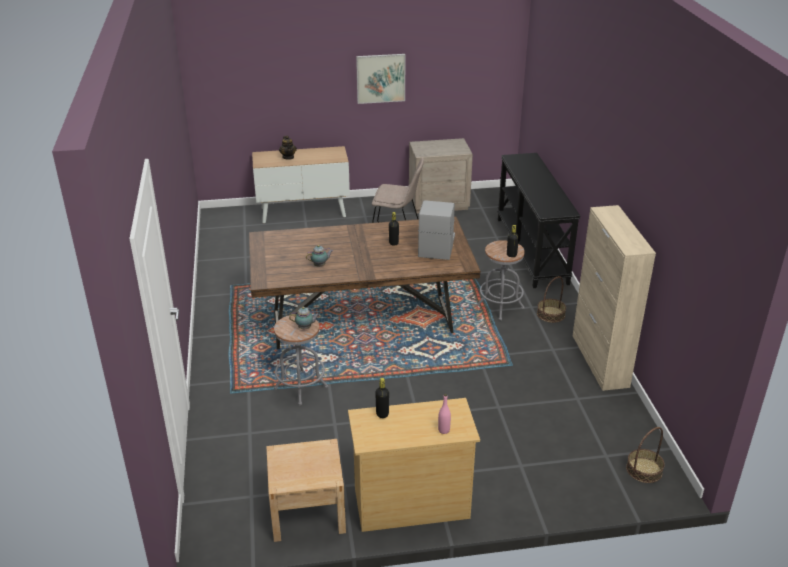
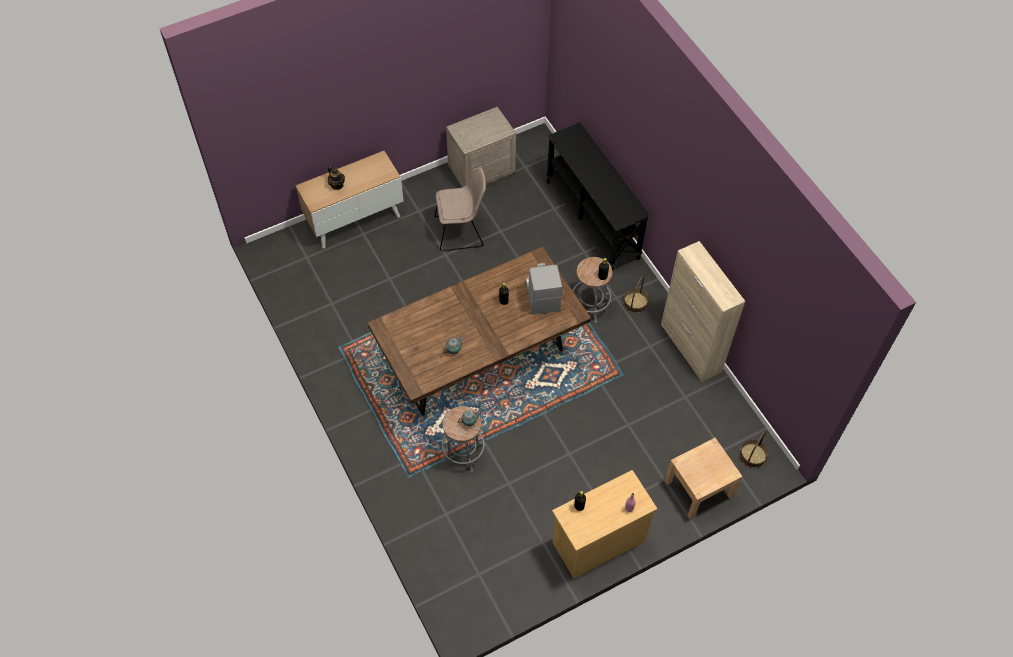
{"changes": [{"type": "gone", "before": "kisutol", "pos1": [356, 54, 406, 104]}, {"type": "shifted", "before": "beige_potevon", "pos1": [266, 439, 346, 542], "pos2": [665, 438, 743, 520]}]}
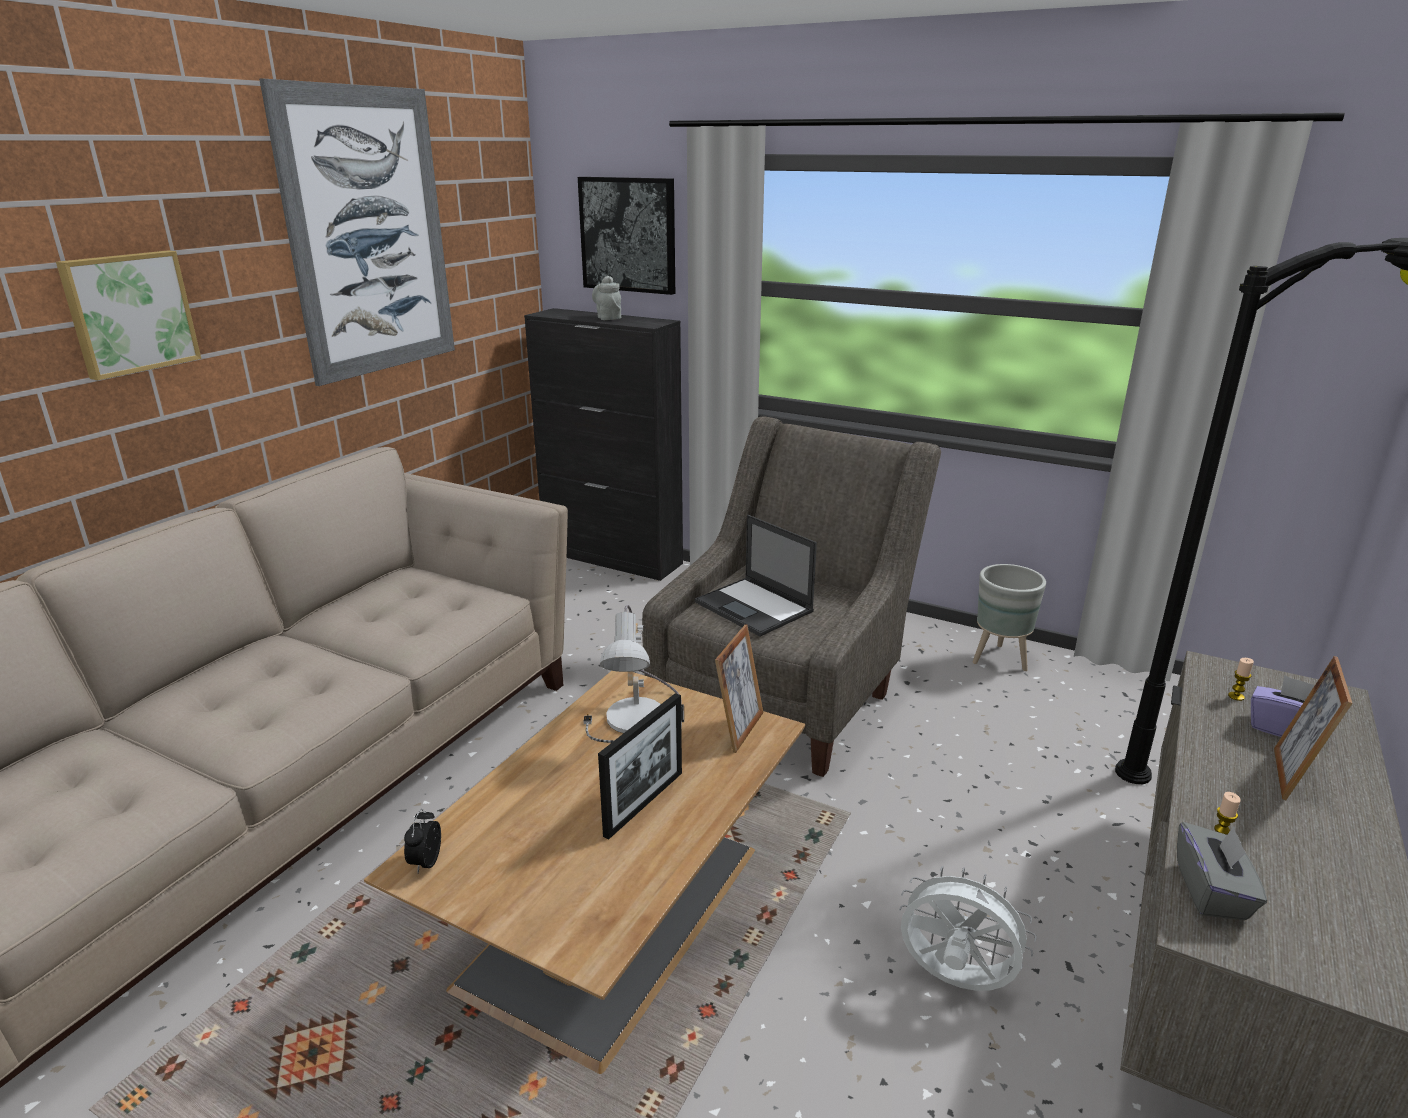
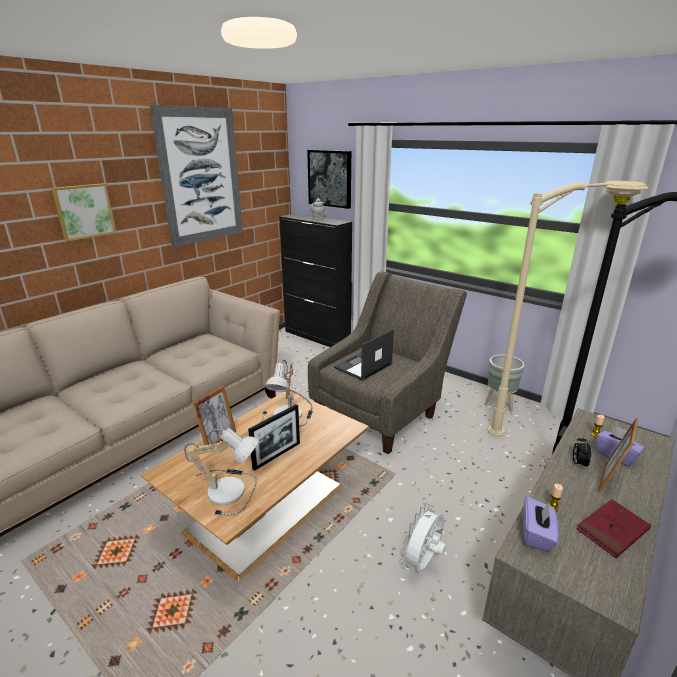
{"changes": [{"type": "new", "after": "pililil", "pos2": [184, 428, 259, 516]}, {"type": "new", "after": "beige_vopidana", "pos2": [488, 181, 648, 437]}, {"type": "new", "after": "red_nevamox", "pos2": [576, 499, 651, 558]}, {"type": "shifted", "before": "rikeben", "pos1": [404, 809, 441, 873], "pos2": [573, 436, 591, 469]}, {"type": "shifted", "before": "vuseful", "pos1": [715, 625, 763, 753], "pos2": [192, 386, 236, 449]}, {"type": "repainted", "before": "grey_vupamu", "after": "purple_vupamu", "pos1": [1177, 822, 1267, 920], "pos2": [523, 496, 559, 552]}, {"type": "rotated", "before": "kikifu", "pos1": [695, 515, 817, 636], "pos2": [334, 329, 394, 381], "turn": 75}, {"type": "rotated", "before": "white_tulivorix", "pos1": [899, 866, 1036, 991], "pos2": [400, 503, 446, 573], "turn": -90}]}
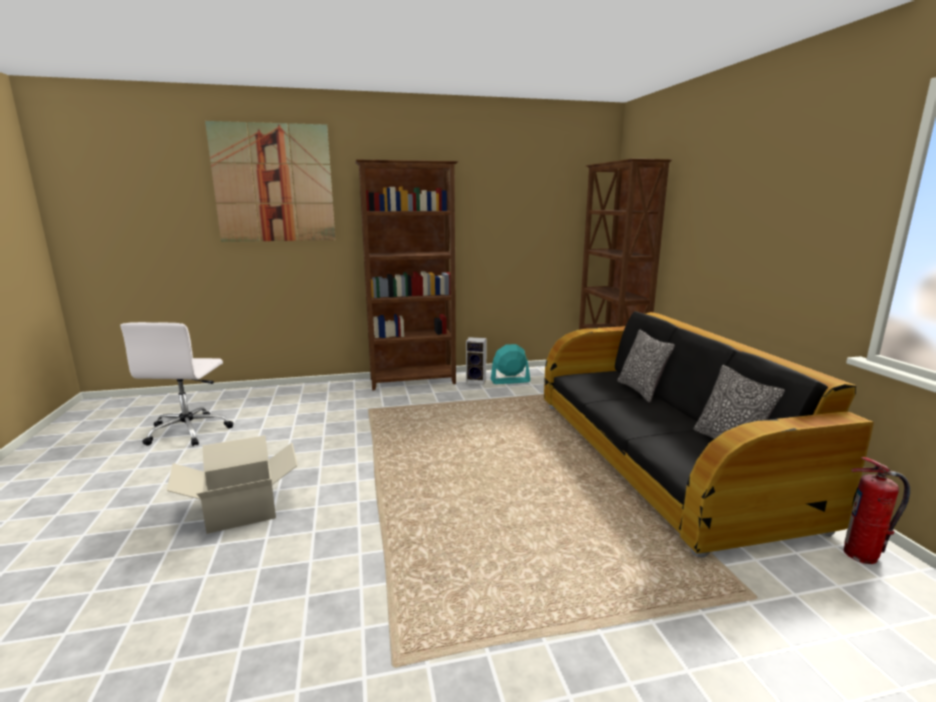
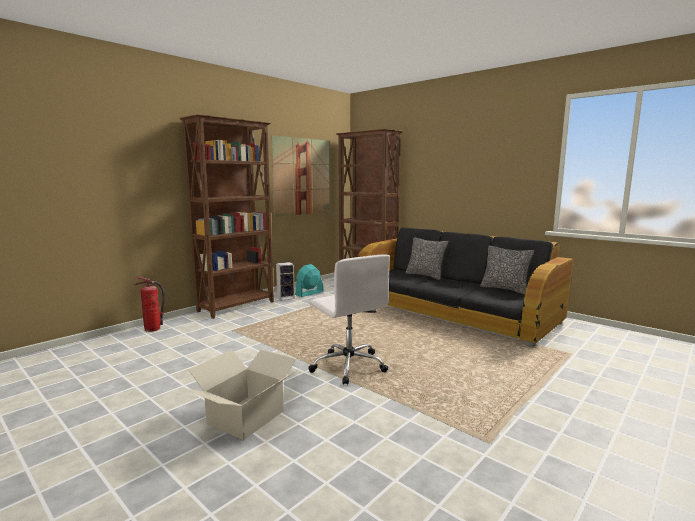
{"changes": [{"type": "shifted", "before": "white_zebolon", "pos1": [120, 322, 233, 446], "pos2": [308, 254, 390, 385]}, {"type": "shifted", "before": "kisutol", "pos1": [205, 121, 335, 242], "pos2": [271, 136, 329, 217]}, {"type": "shifted", "before": "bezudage", "pos1": [844, 457, 910, 564], "pos2": [134, 277, 165, 332]}]}
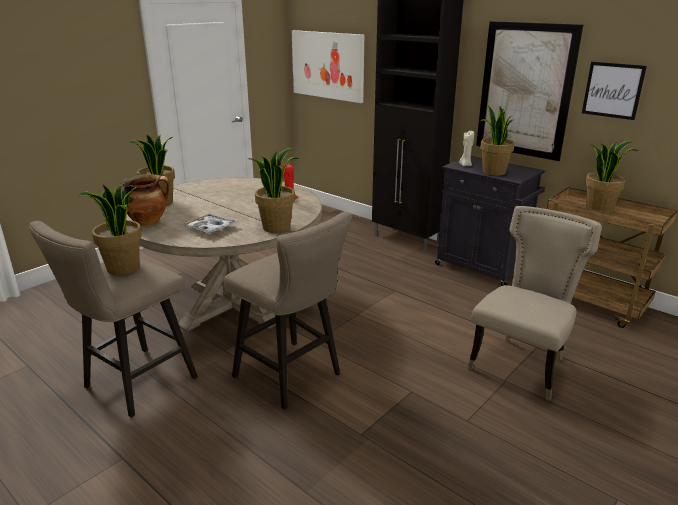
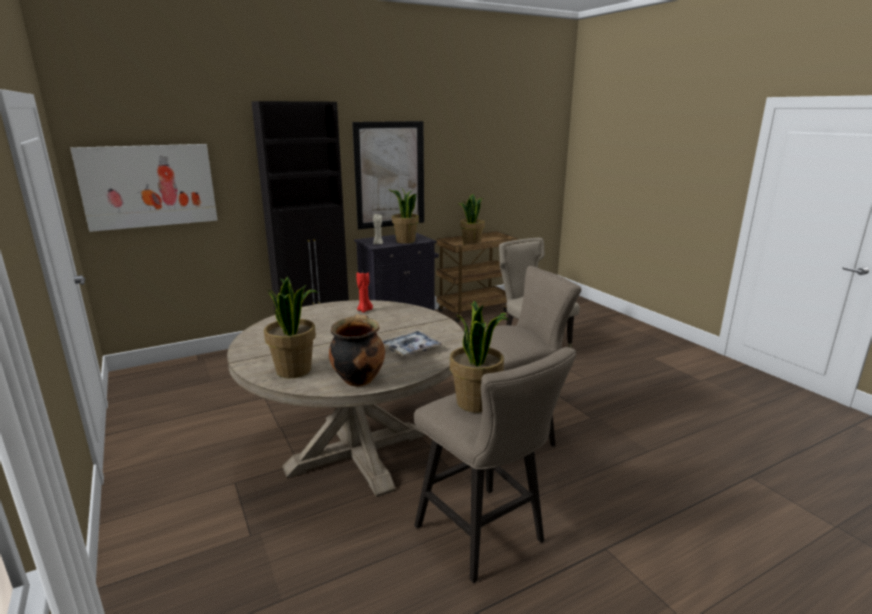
{"changes": [{"type": "gone", "before": "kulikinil", "pos1": [248, 148, 300, 233]}, {"type": "gone", "before": "kisutol", "pos1": [582, 62, 647, 120]}]}
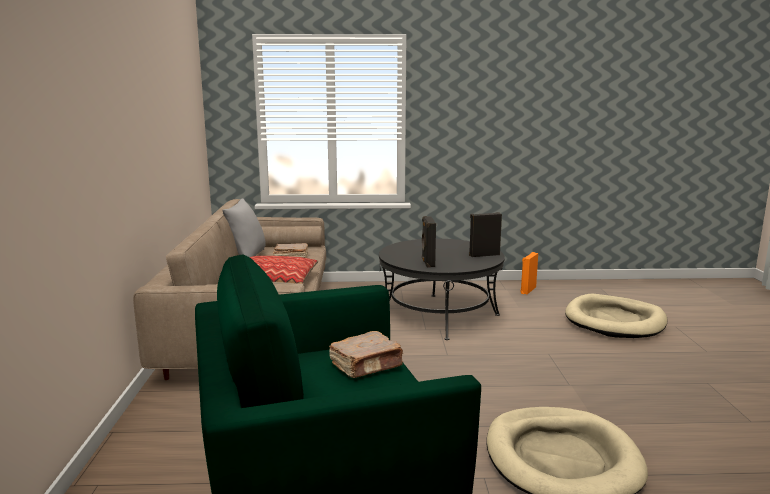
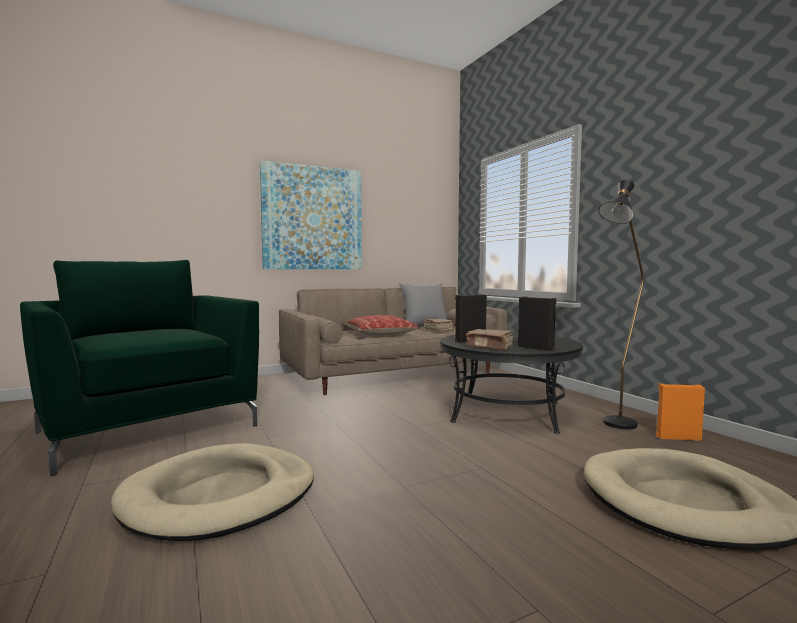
{"changes": [{"type": "new", "after": "kisutol", "pos2": [260, 160, 362, 269]}, {"type": "new", "after": "black_vopidana", "pos2": [599, 179, 644, 429]}, {"type": "shifted", "before": "brown_nevamox", "pos1": [329, 331, 404, 378], "pos2": [466, 329, 514, 351]}]}
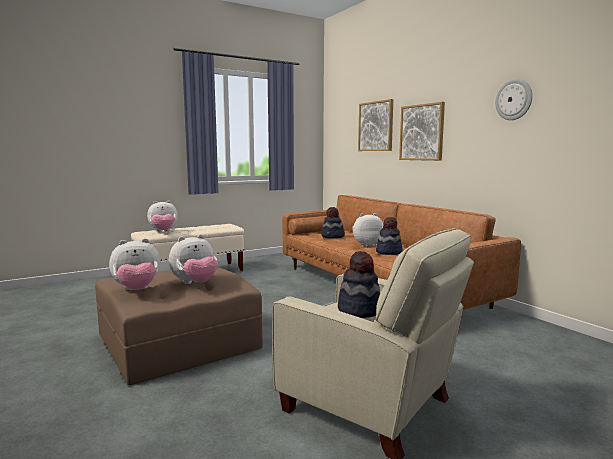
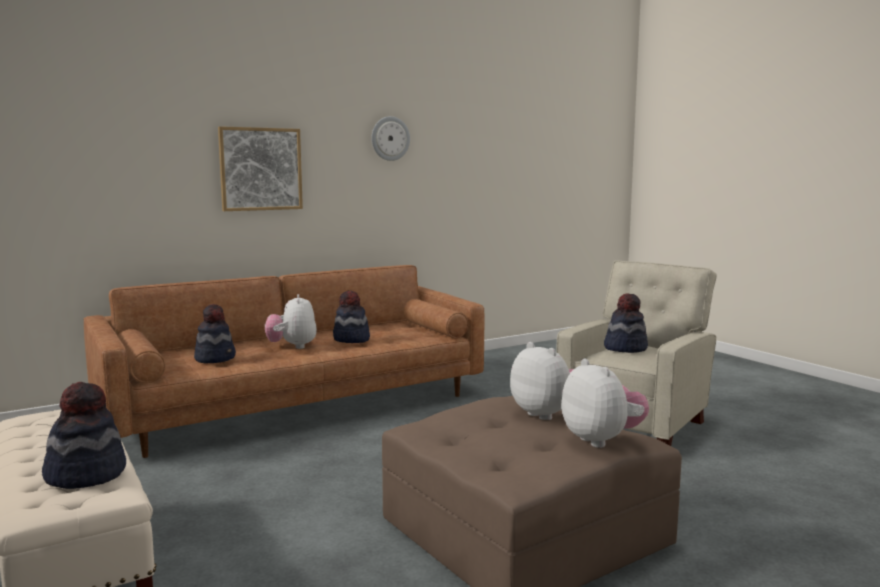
{"changes": [{"type": "gone", "before": "kisutol", "pos1": [358, 99, 393, 151]}, {"type": "swapped", "before": "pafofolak", "after": "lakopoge", "pos1": [147, 200, 178, 232], "pos2": [42, 382, 126, 489]}]}
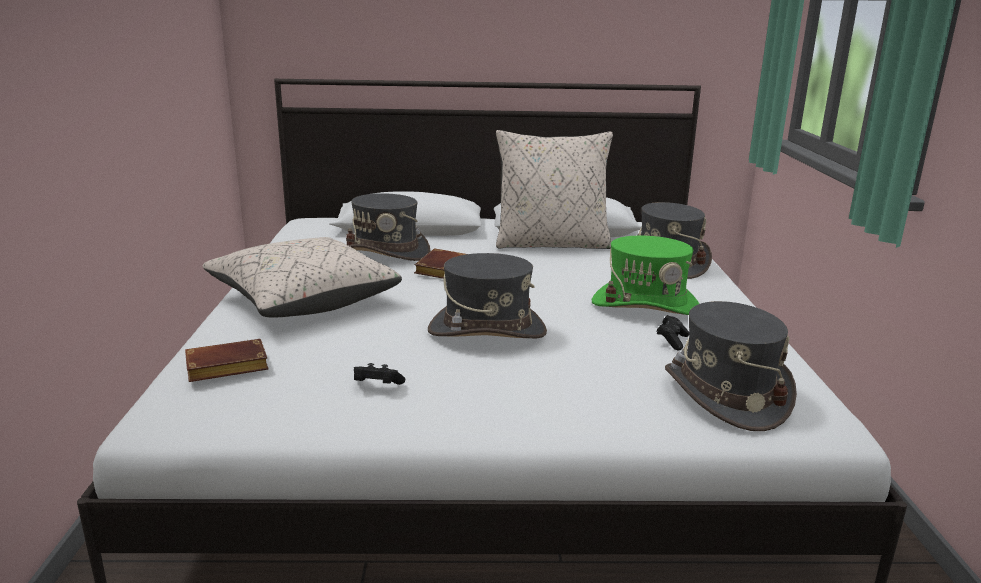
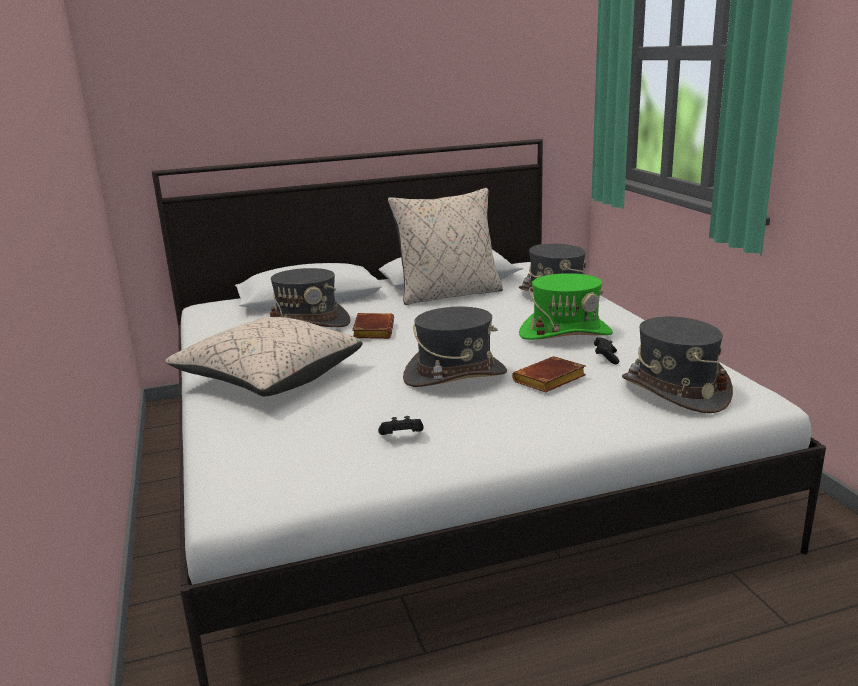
{"changes": [{"type": "shifted", "before": "brown_nevamox", "pos1": [185, 339, 269, 382], "pos2": [512, 356, 586, 392]}]}
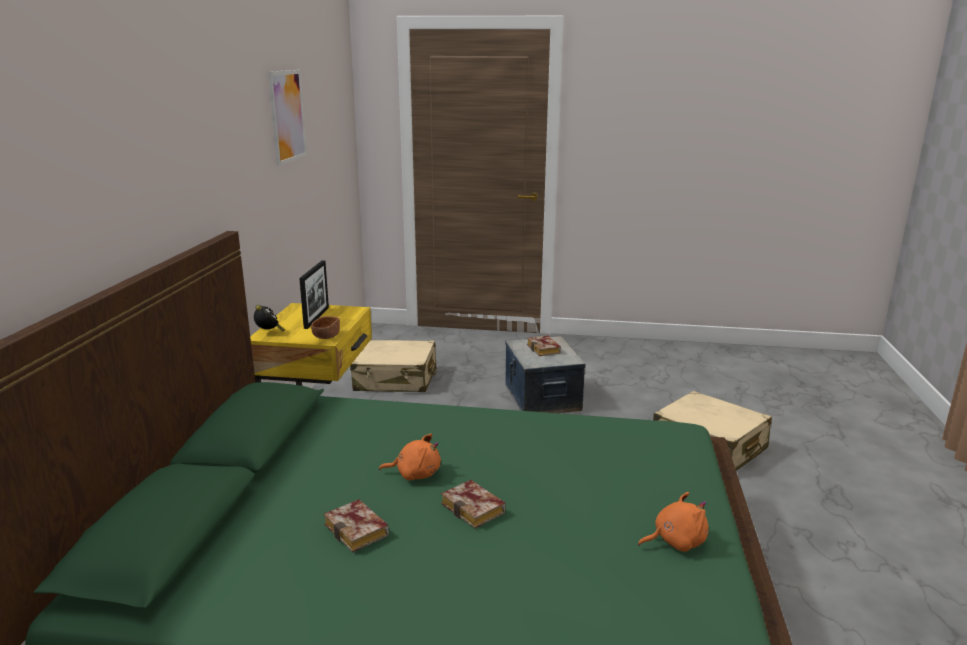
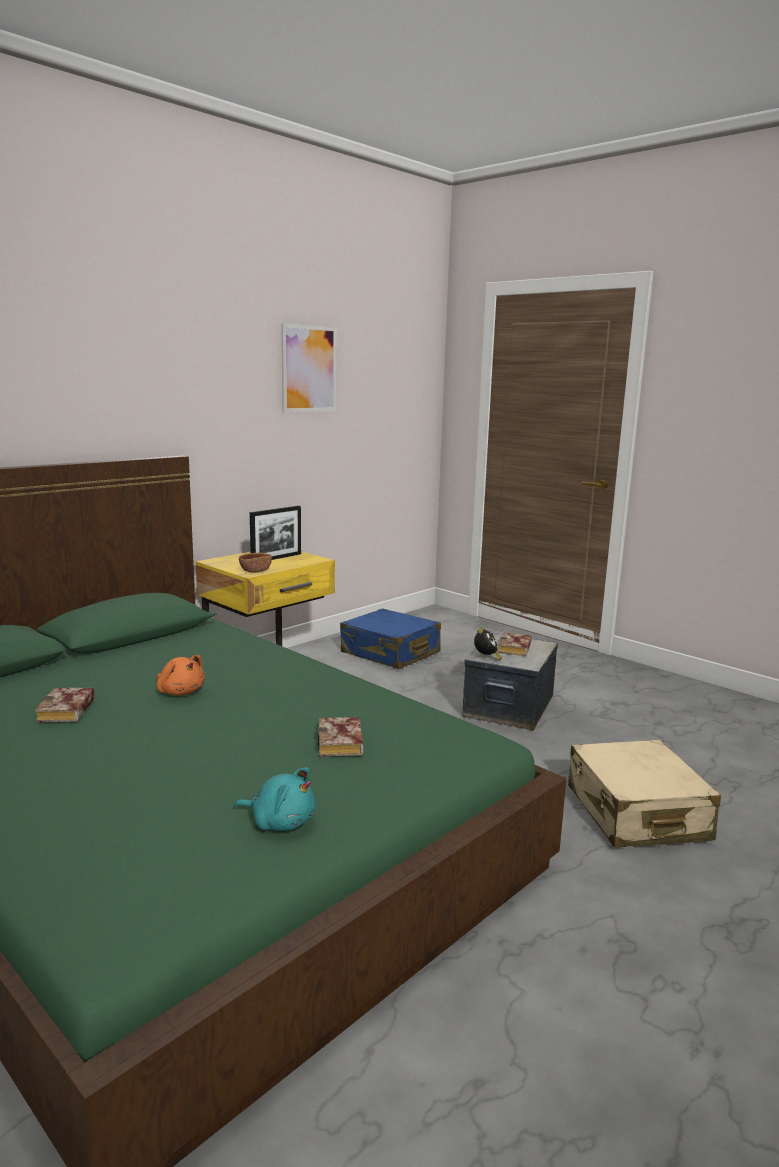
{"changes": [{"type": "shifted", "before": "rikeben", "pos1": [254, 305, 285, 332], "pos2": [474, 628, 502, 660]}, {"type": "shifted", "before": "nevamox", "pos1": [441, 480, 505, 529], "pos2": [318, 717, 364, 757]}, {"type": "repainted", "before": "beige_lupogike", "after": "blue_lupogike", "pos1": [350, 340, 437, 392], "pos2": [340, 609, 441, 669]}, {"type": "repainted", "before": "orange_pafofolak", "after": "turquoise_pafofolak", "pos1": [638, 492, 709, 552], "pos2": [234, 767, 316, 831]}]}
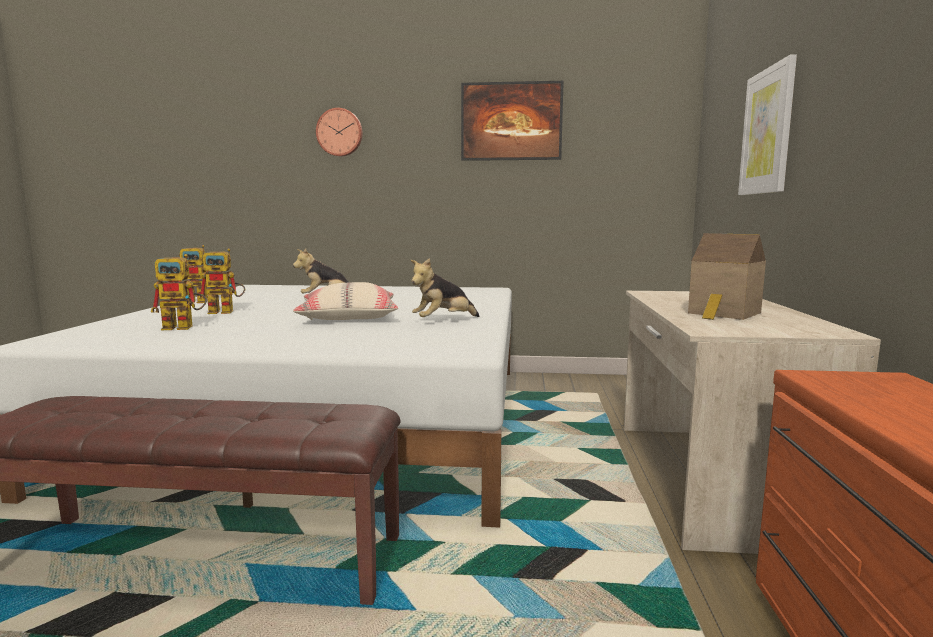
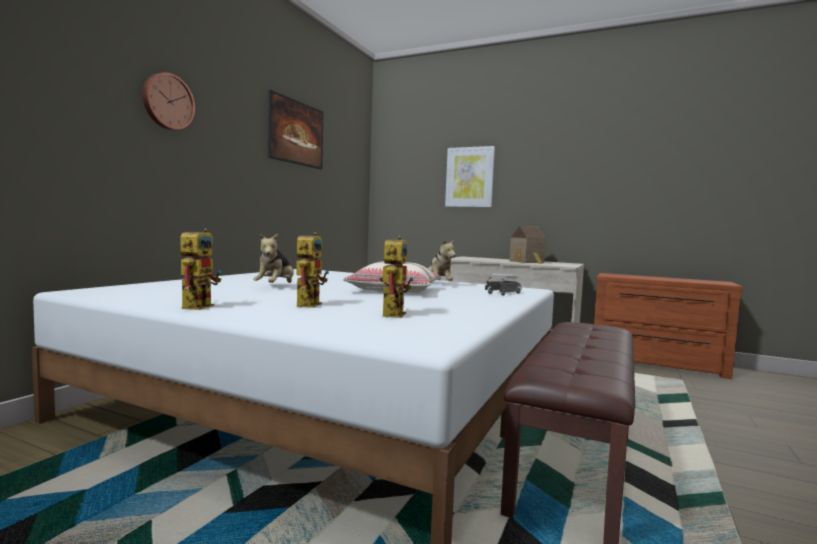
{"changes": [{"type": "new", "after": "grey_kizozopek", "pos2": [485, 276, 522, 296]}]}
